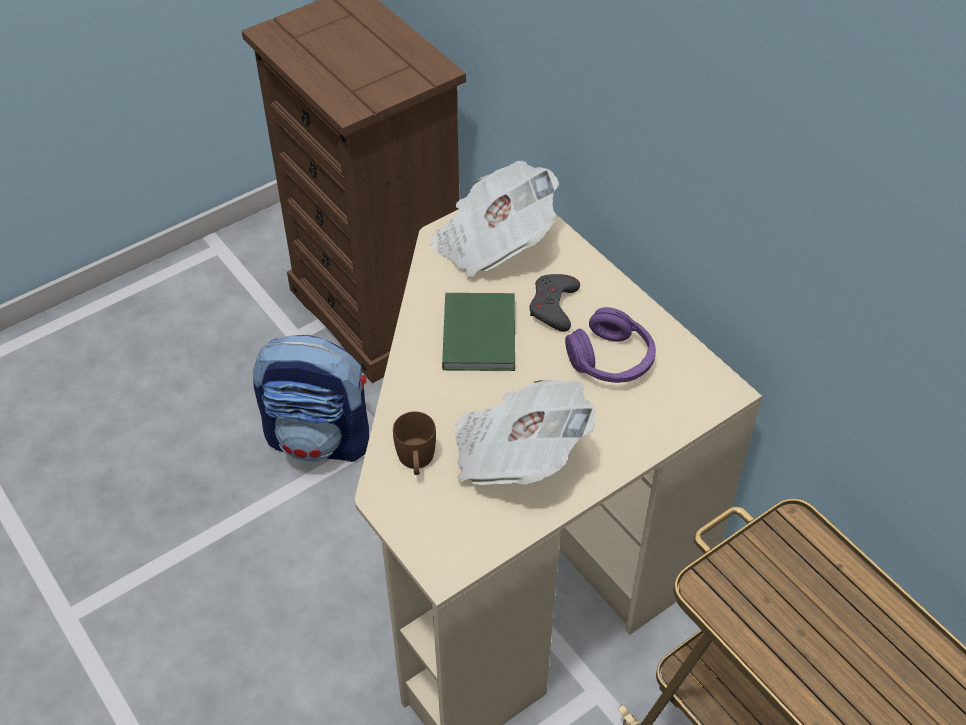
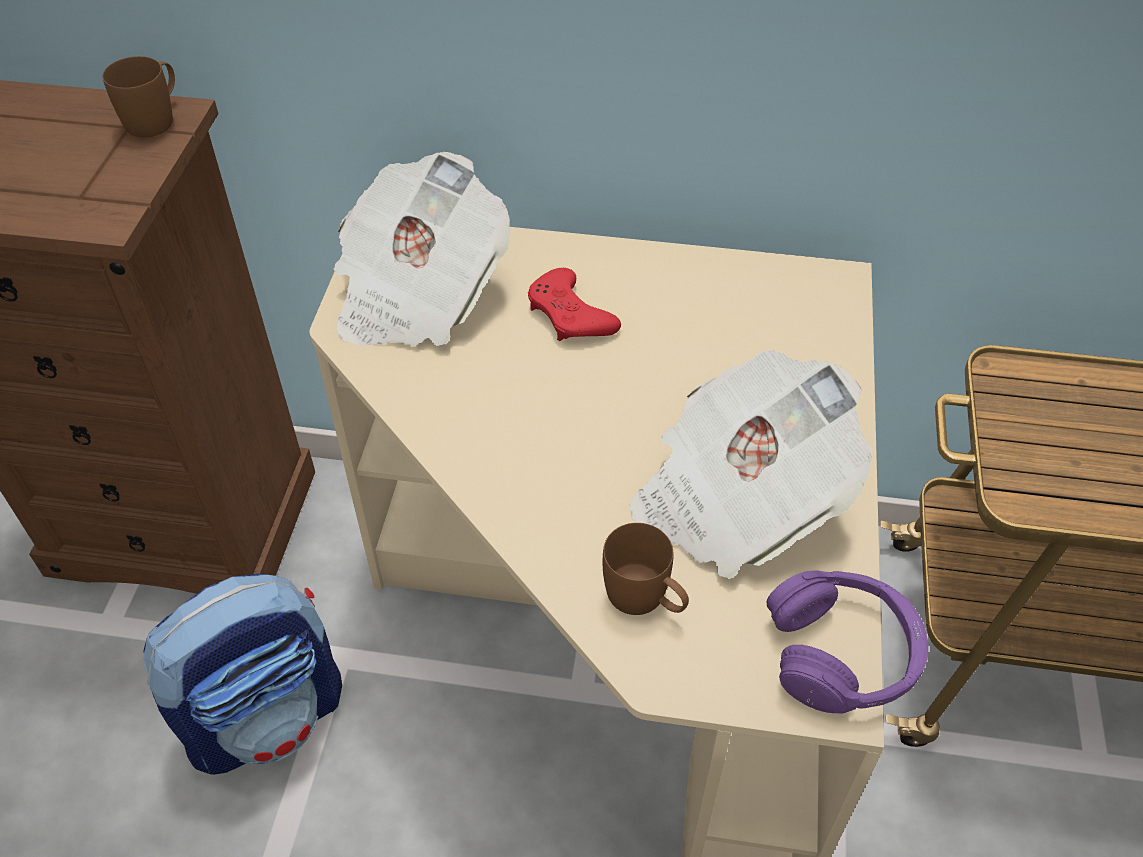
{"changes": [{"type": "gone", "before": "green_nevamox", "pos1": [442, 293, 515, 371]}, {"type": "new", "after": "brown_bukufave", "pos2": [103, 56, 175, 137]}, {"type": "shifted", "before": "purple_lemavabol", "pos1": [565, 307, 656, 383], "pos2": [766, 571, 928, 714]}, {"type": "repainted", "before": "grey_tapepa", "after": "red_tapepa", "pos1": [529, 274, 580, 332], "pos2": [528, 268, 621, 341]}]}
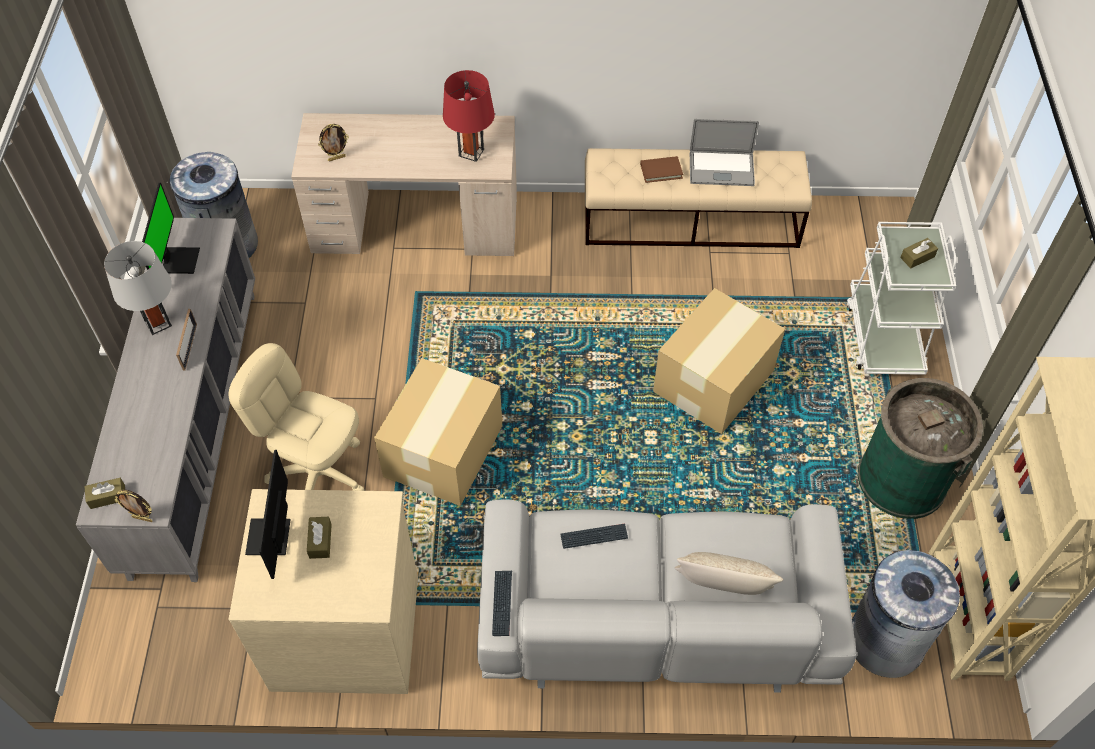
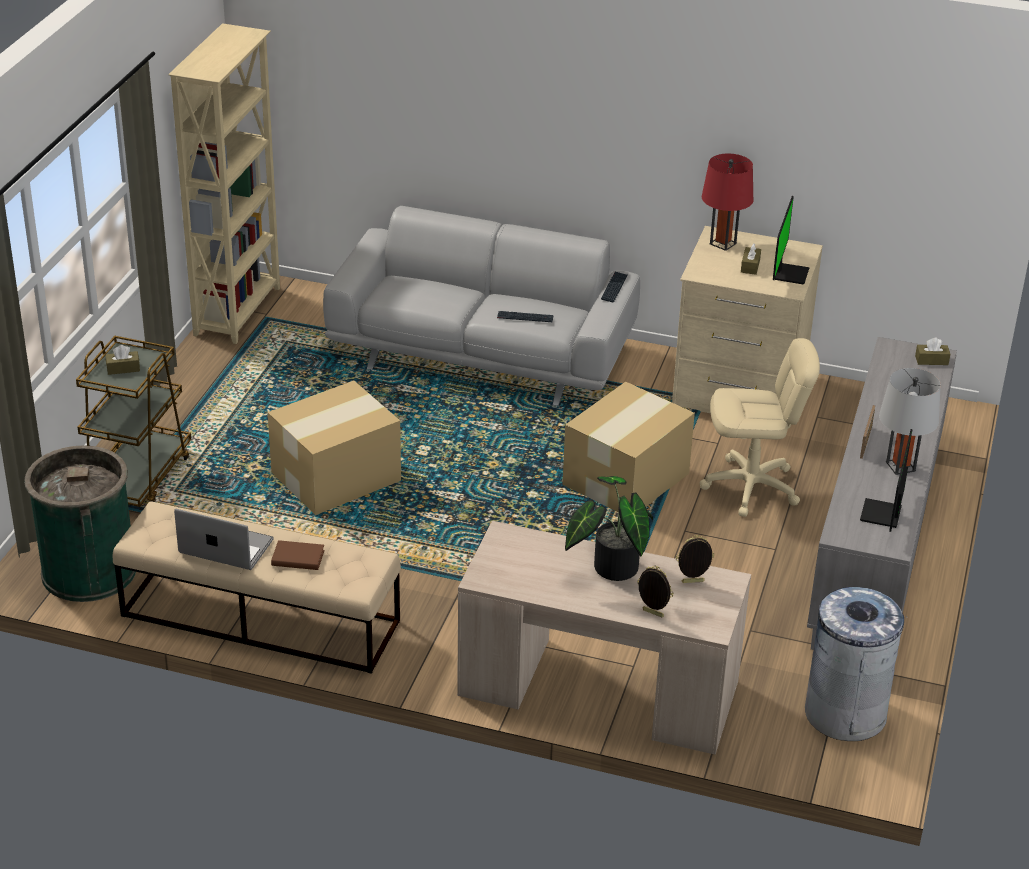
{"changes": [{"type": "gone", "before": "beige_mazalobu", "pos1": [675, 552, 784, 595]}, {"type": "gone", "before": "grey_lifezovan", "pos1": [852, 550, 960, 678]}, {"type": "new", "after": "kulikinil", "pos2": [565, 476, 653, 581]}, {"type": "shifted", "before": "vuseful", "pos1": [115, 490, 153, 522], "pos2": [637, 565, 673, 617]}, {"type": "shifted", "before": "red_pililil", "pos1": [443, 70, 495, 162], "pos2": [702, 154, 753, 251]}, {"type": "shifted", "before": "green_lifezovan", "pos1": [858, 378, 983, 519], "pos2": [24, 445, 136, 602]}, {"type": "repainted", "before": "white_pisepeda", "after": "brown_pisepeda", "pos1": [847, 222, 957, 375], "pos2": [76, 336, 191, 507]}, {"type": "rotated", "before": "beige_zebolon", "pos1": [228, 343, 364, 491], "pos2": [700, 338, 820, 517], "turn": -45}]}
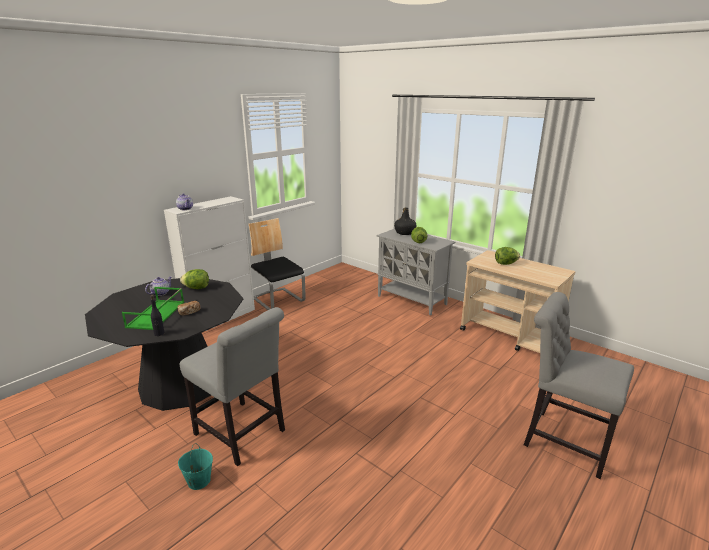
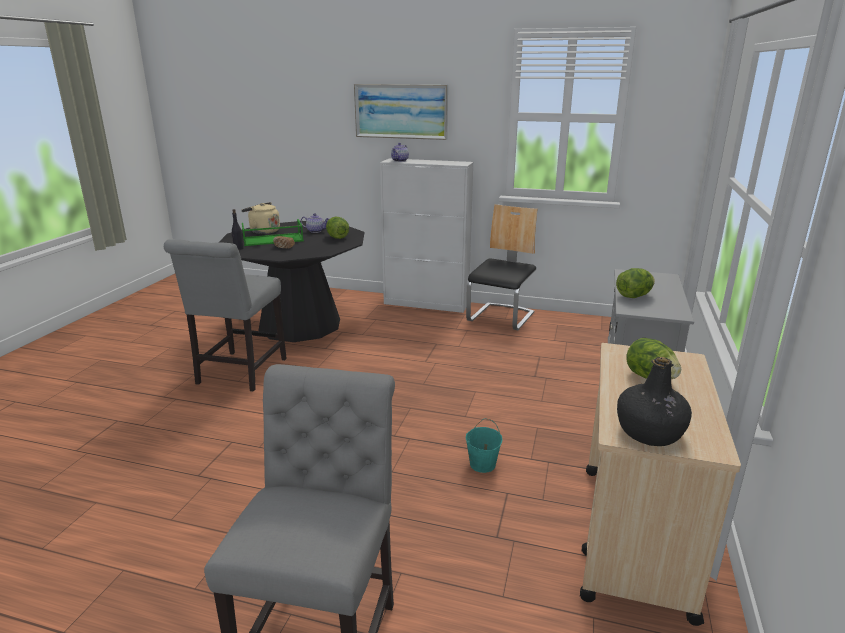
{"changes": [{"type": "new", "after": "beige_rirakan", "pos2": [241, 202, 280, 234]}, {"type": "new", "after": "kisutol", "pos2": [354, 84, 448, 140]}, {"type": "shifted", "before": "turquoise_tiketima", "pos1": [178, 443, 213, 490], "pos2": [466, 418, 502, 473]}, {"type": "shifted", "before": "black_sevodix", "pos1": [394, 208, 416, 235], "pos2": [617, 357, 692, 446]}]}
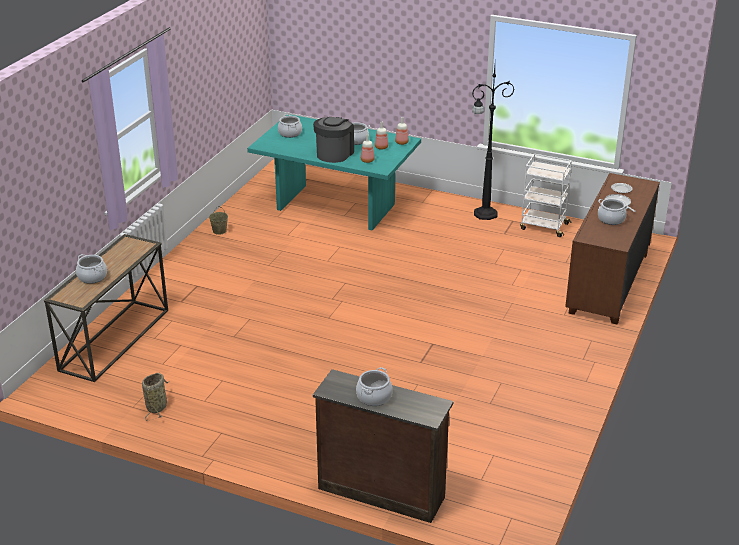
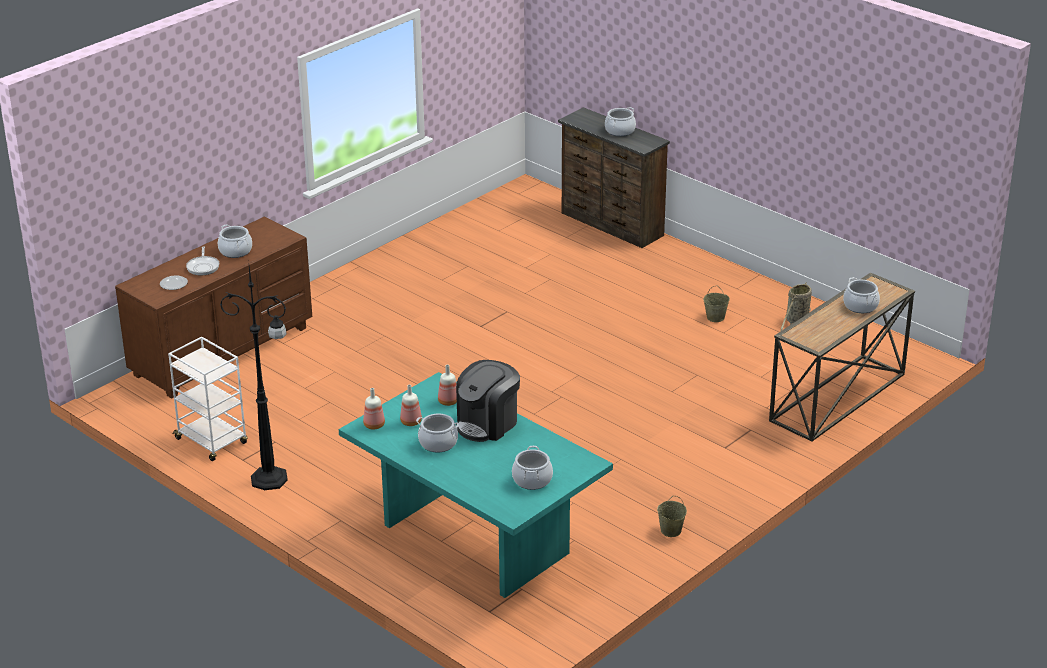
{"changes": [{"type": "new", "after": "beige_tiketima", "pos2": [703, 286, 730, 322]}]}
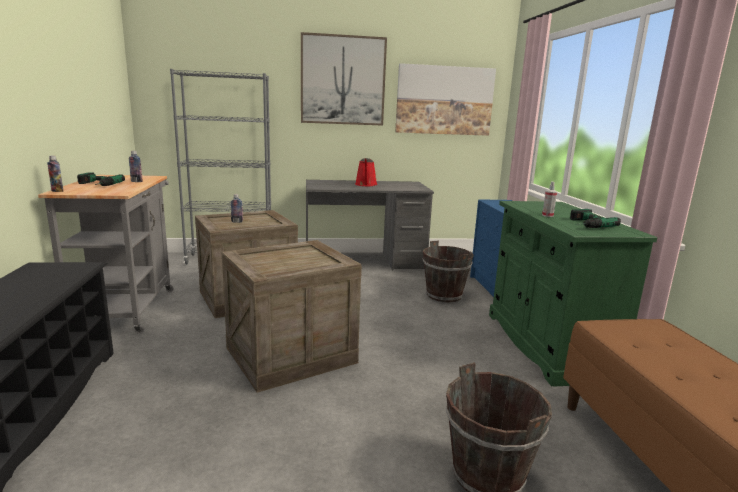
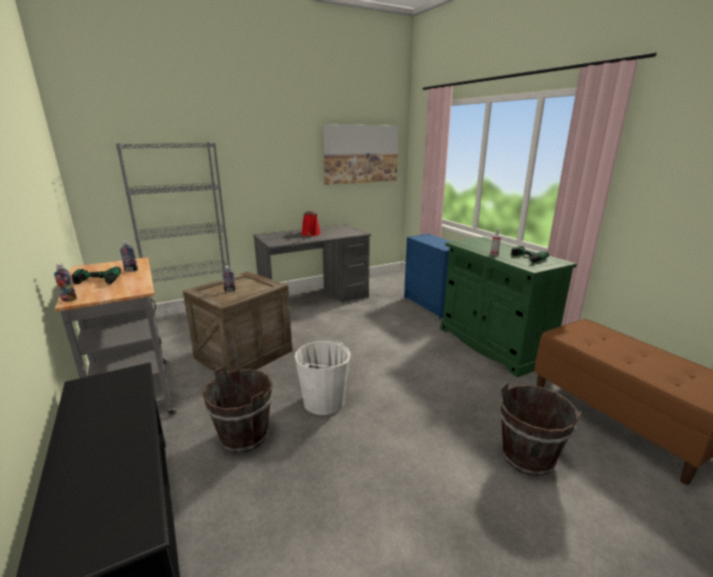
{"changes": [{"type": "gone", "before": "kisutol", "pos1": [301, 32, 387, 126]}, {"type": "shifted", "before": "brown_tiketima", "pos1": [423, 241, 474, 302], "pos2": [202, 366, 273, 453]}, {"type": "swapped", "before": "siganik", "after": "white_tiketima", "pos1": [222, 240, 362, 393], "pos2": [295, 341, 350, 415]}]}
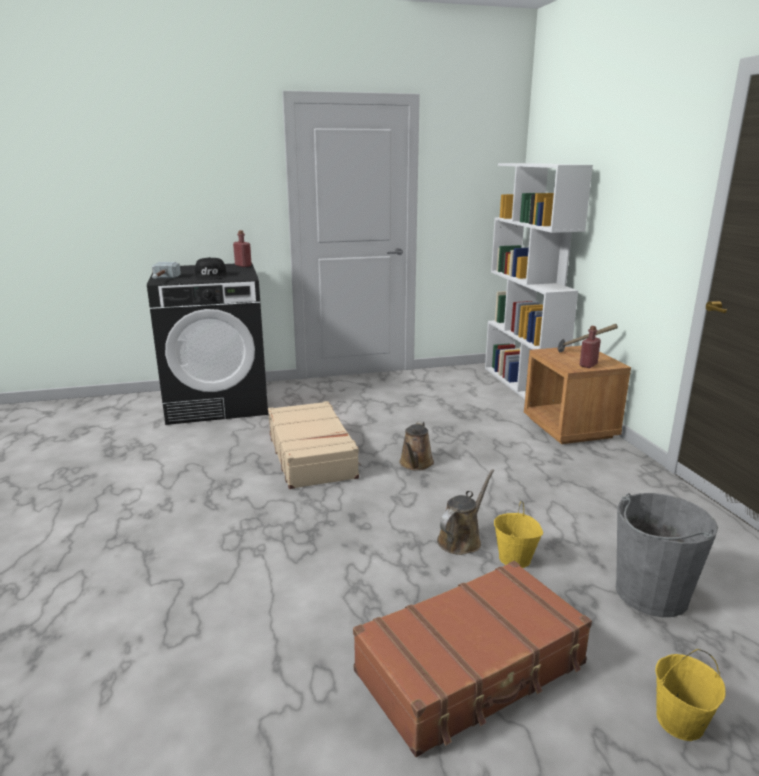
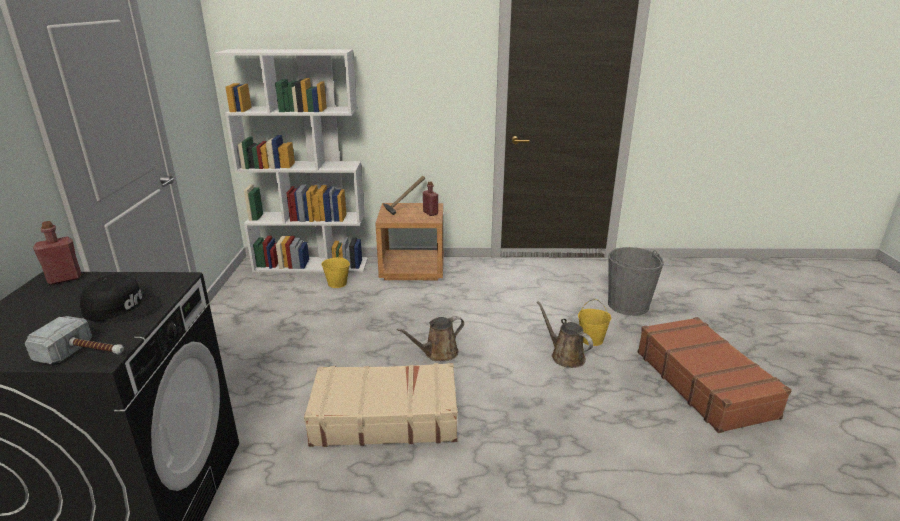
{"changes": [{"type": "shifted", "before": "yellow_tiketima", "pos1": [655, 649, 726, 741], "pos2": [321, 248, 350, 288]}, {"type": "rotated", "before": "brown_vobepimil", "pos1": [399, 421, 434, 471], "pos2": [397, 316, 464, 361], "turn": 120}]}
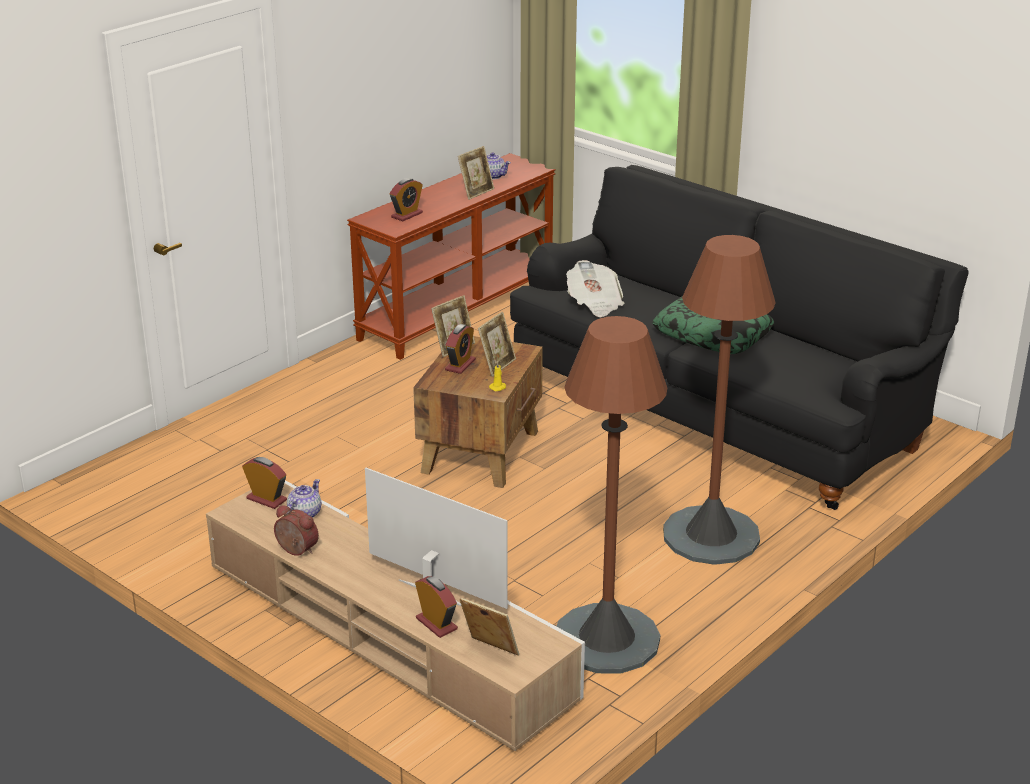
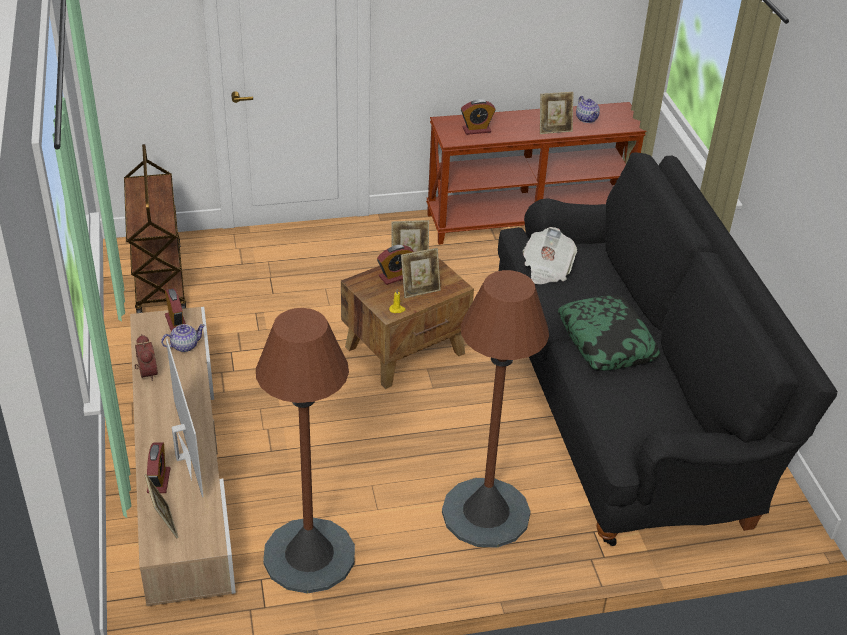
{"changes": [{"type": "new", "after": "brown_pisepeda", "pos2": [124, 144, 186, 313]}]}
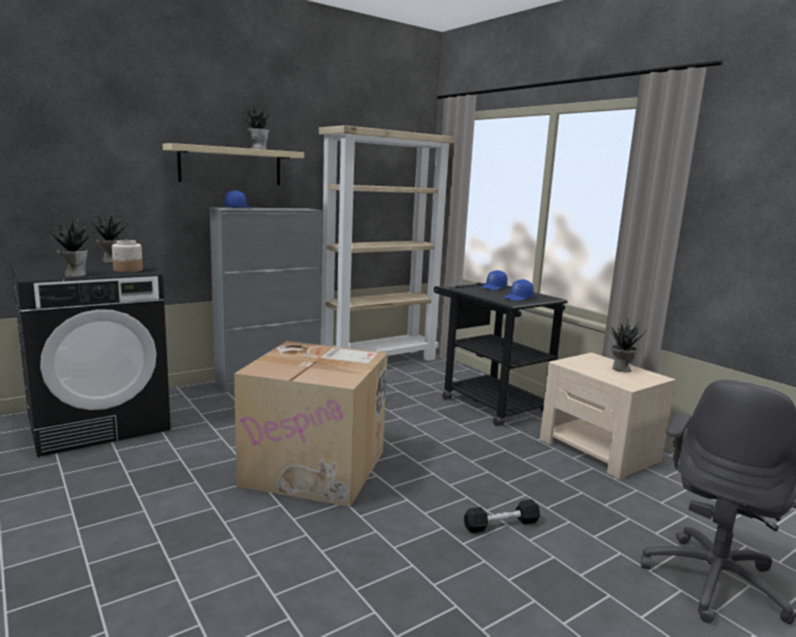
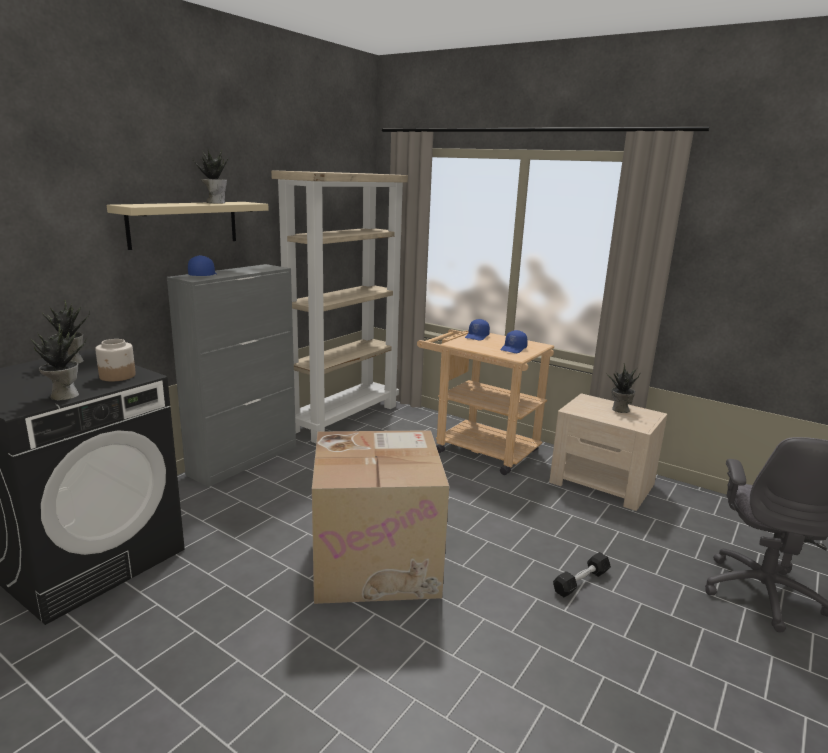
{"changes": [{"type": "repainted", "before": "black_pisepeda", "after": "beige_pisepeda", "pos1": [434, 283, 568, 426], "pos2": [417, 329, 554, 475]}]}
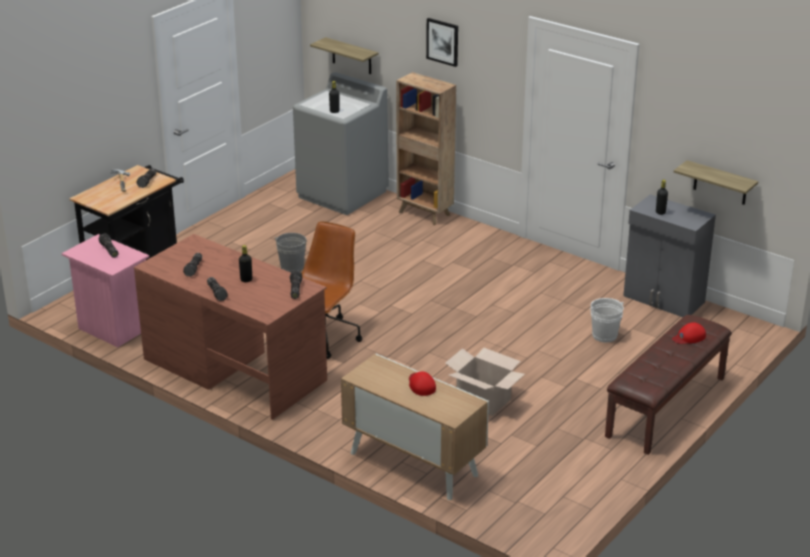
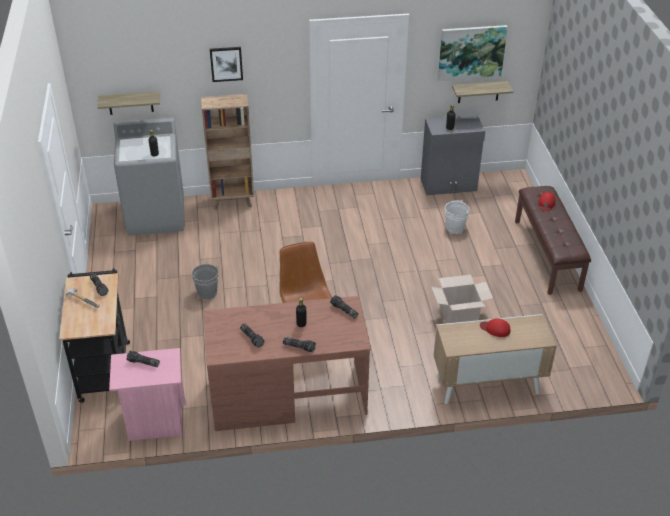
{"changes": [{"type": "new", "after": "kisutol", "pos2": [438, 25, 508, 81]}]}
